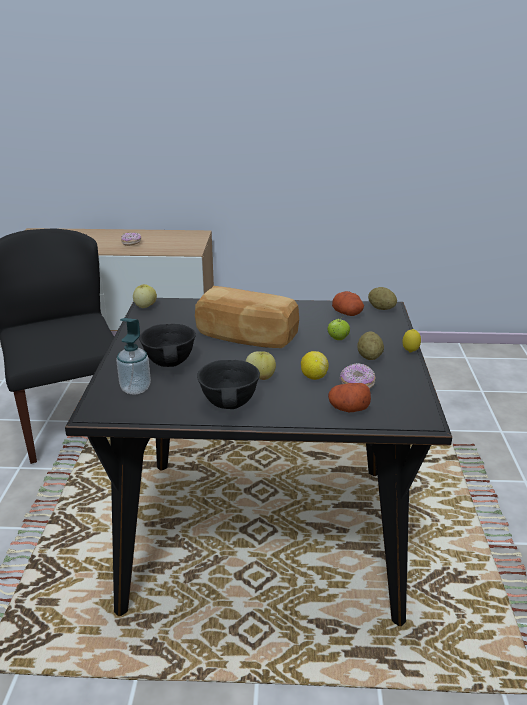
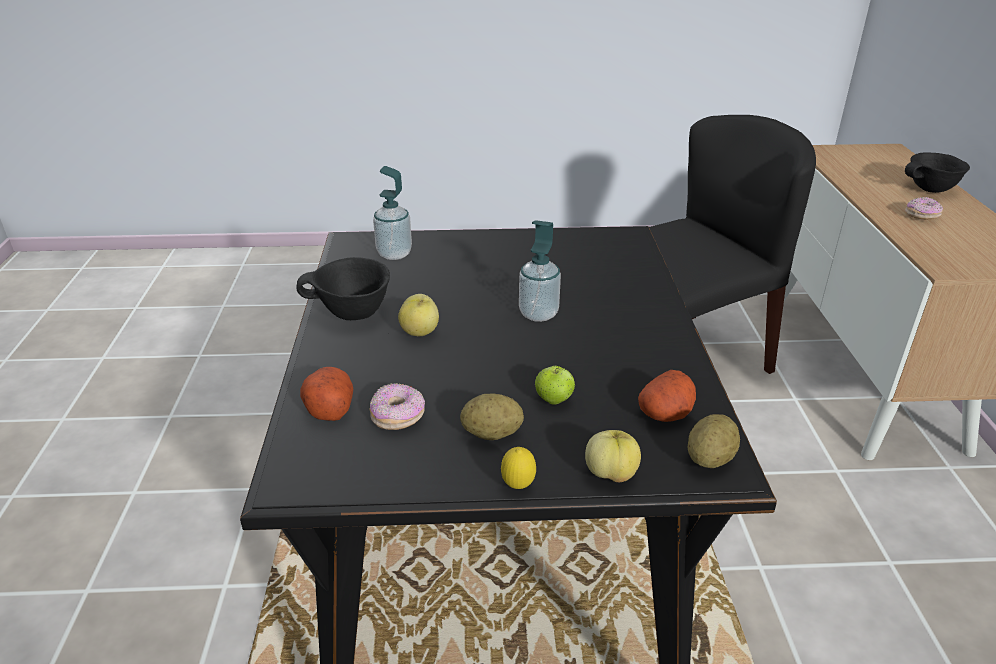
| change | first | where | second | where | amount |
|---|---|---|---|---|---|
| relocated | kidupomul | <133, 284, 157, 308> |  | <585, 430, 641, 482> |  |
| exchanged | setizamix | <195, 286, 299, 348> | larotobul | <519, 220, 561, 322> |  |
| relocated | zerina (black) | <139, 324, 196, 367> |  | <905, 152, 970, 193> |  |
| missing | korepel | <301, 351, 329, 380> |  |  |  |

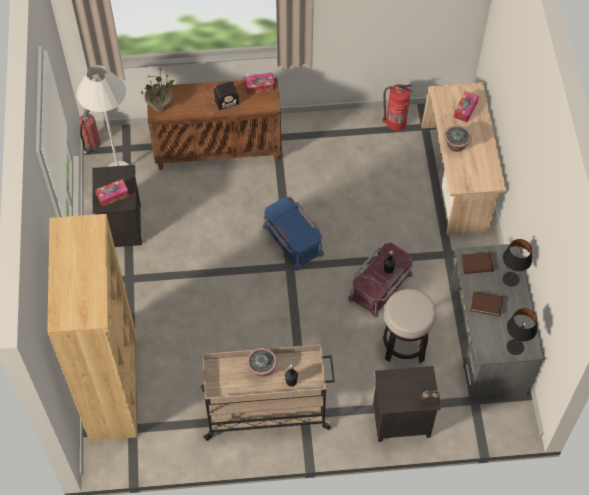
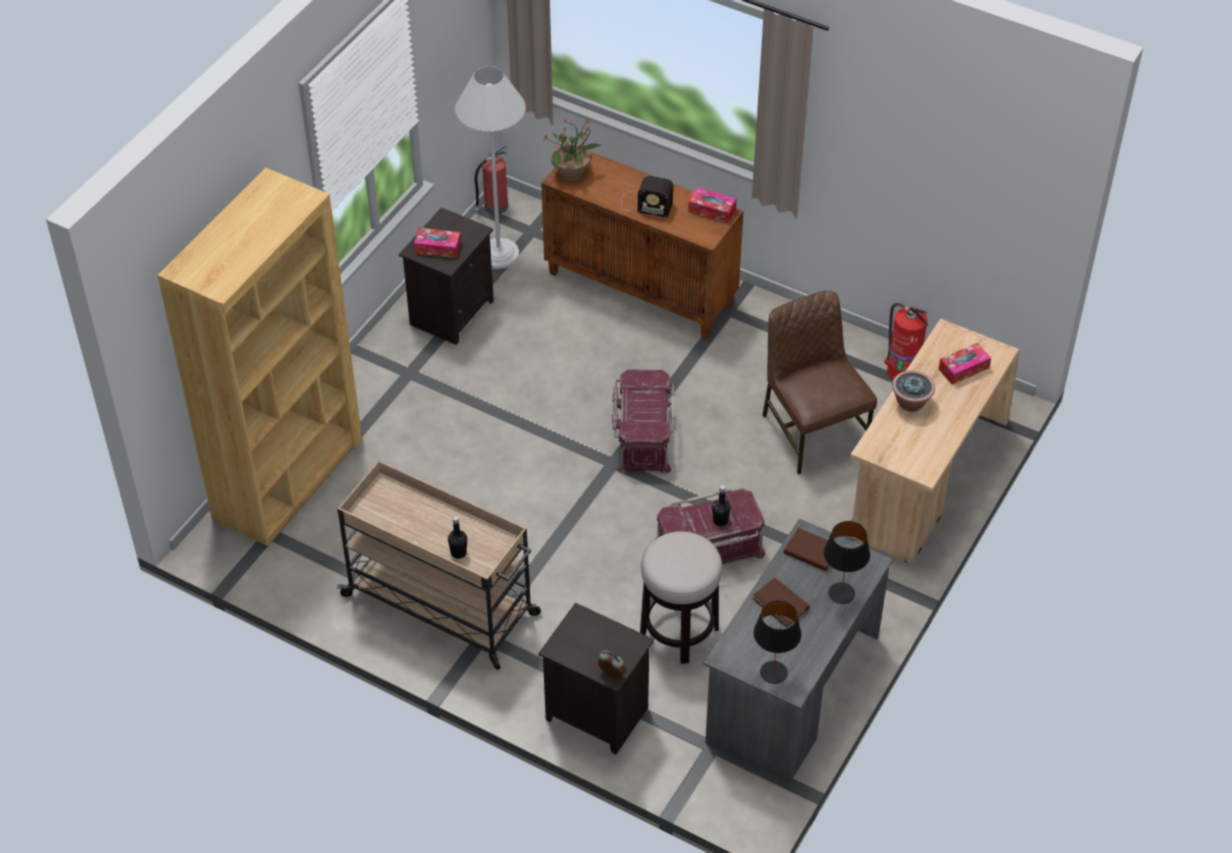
| change | first | where | second | where | amount |
|---|---|---|---|---|---|
| colour | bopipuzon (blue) | <262, 197, 324, 270> | bopipuzon (red) | <612, 370, 675, 475> |  |
| missing | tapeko | <247, 348, 277, 377> |  |  |  |
| appeared |  |  | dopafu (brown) | <763, 290, 877, 475> |  |

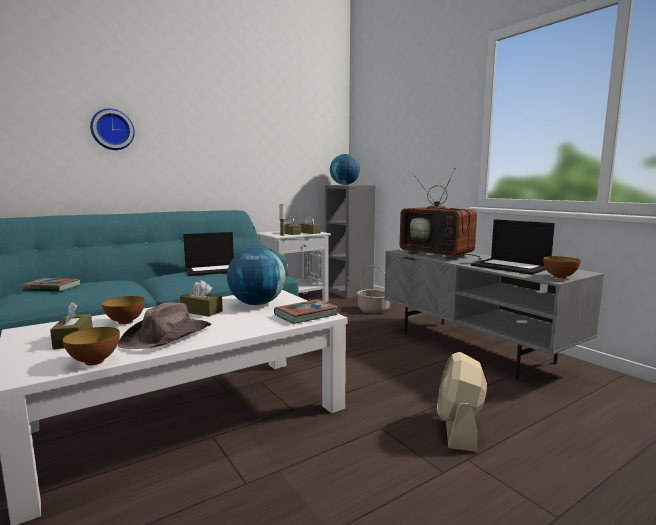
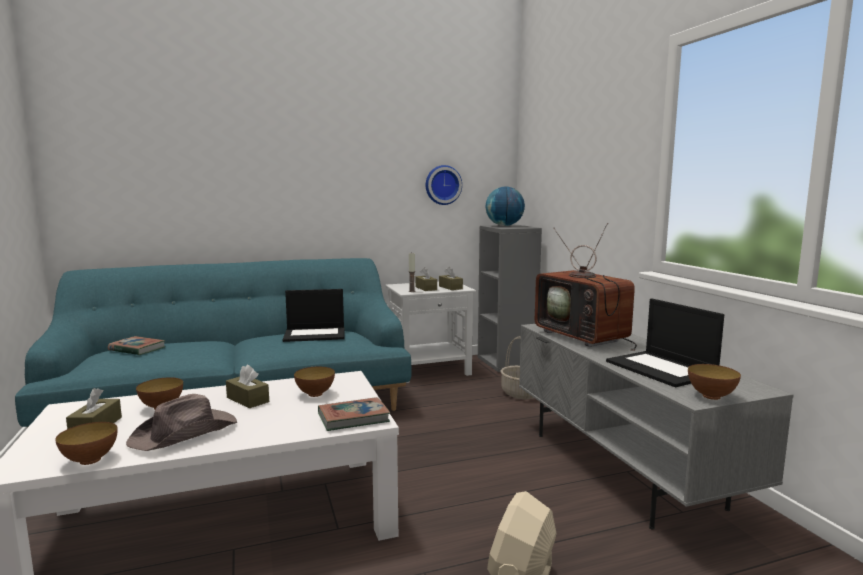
| change | first | where | second | where | amount |
|---|---|---|---|---|---|
| relocated | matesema | <90, 109, 135, 150> |  | <426, 165, 462, 205> |  |
| exchanged | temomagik | <227, 247, 286, 305> | zerina | <294, 366, 335, 397> |  |

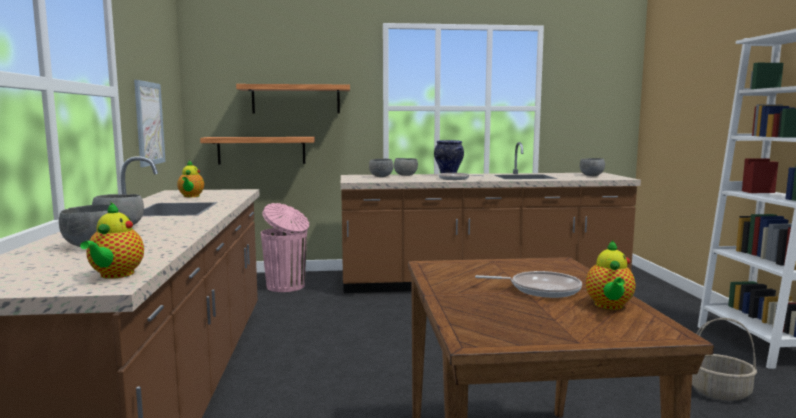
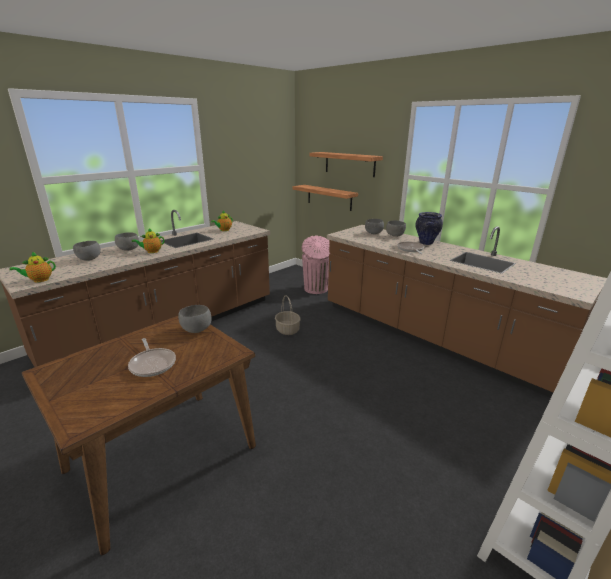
| change | first | where | second | where | amount |
|---|---|---|---|---|---|
| missing | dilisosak | <134, 80, 166, 167> |  |  |  |
| relocated | zerina (grey) | <580, 158, 605, 176> |  | <178, 305, 211, 333> |  |
| relocated | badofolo | <586, 240, 635, 310> |  | <132, 228, 165, 253> |  |
| relocated | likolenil | <692, 318, 757, 401> |  | <275, 295, 301, 335> |  |

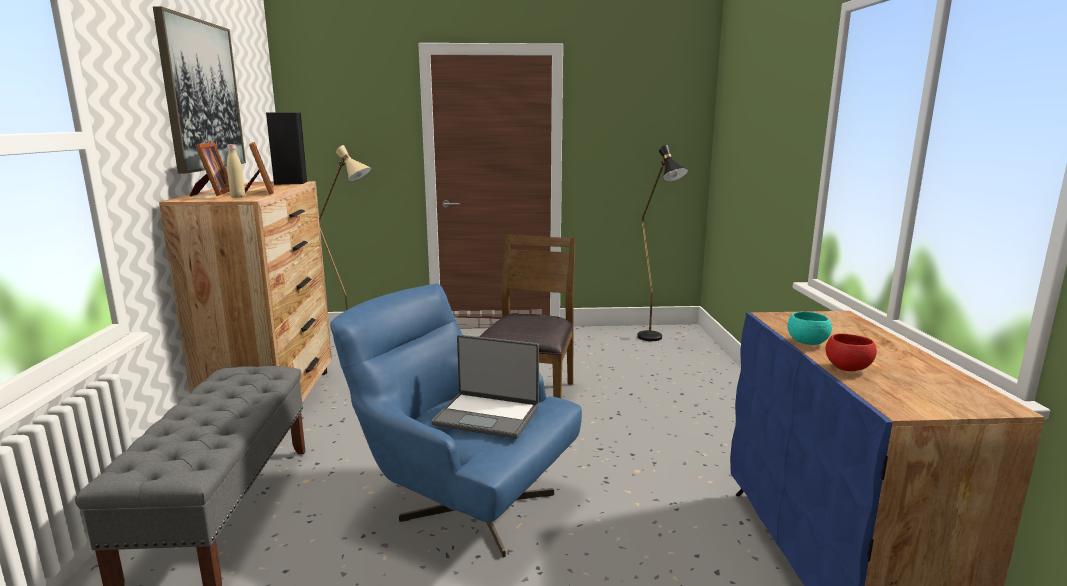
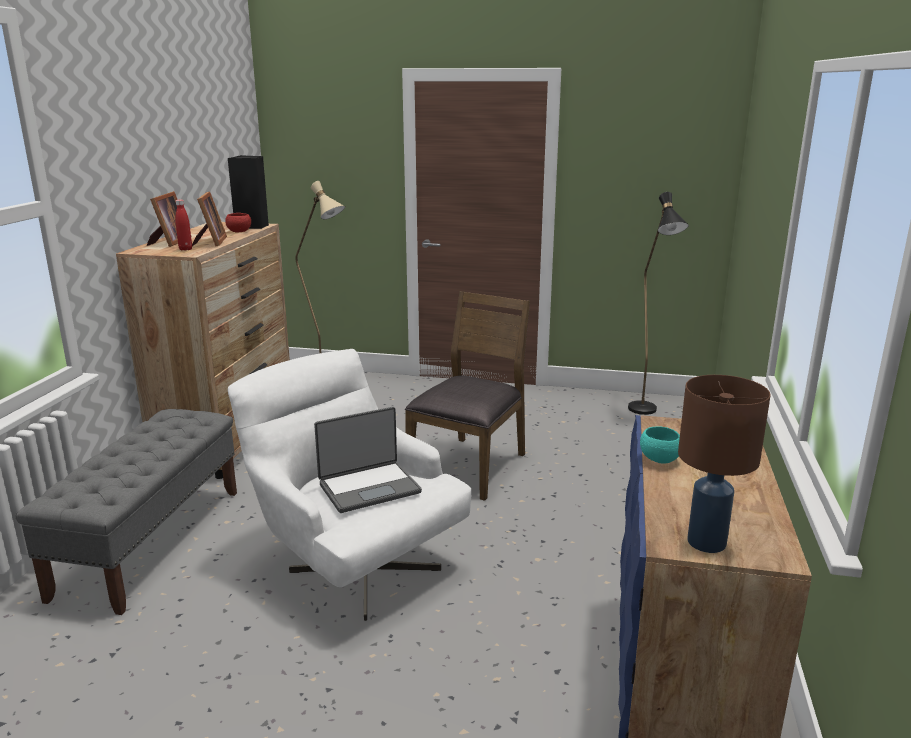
| change | first | where | second | where | amount |
|---|---|---|---|---|---|
| missing | dilisosak | <153, 6, 246, 174> |  |  |  |
| colour | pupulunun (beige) | <227, 144, 245, 198> | pupulunun (red) | <175, 200, 192, 251> |  |
| colour | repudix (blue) | <330, 284, 582, 557> | repudix (white) | <228, 349, 471, 621> |  |
| relocated | zerina (red) | <826, 333, 877, 371> |  | <225, 213, 251, 232> |  |
| spun | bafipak | <431, 335, 539, 439> |  | <314, 407, 422, 513> | 60 degrees counterclockwise |
| appeared |  |  | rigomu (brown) | <678, 375, 771, 553> |  |

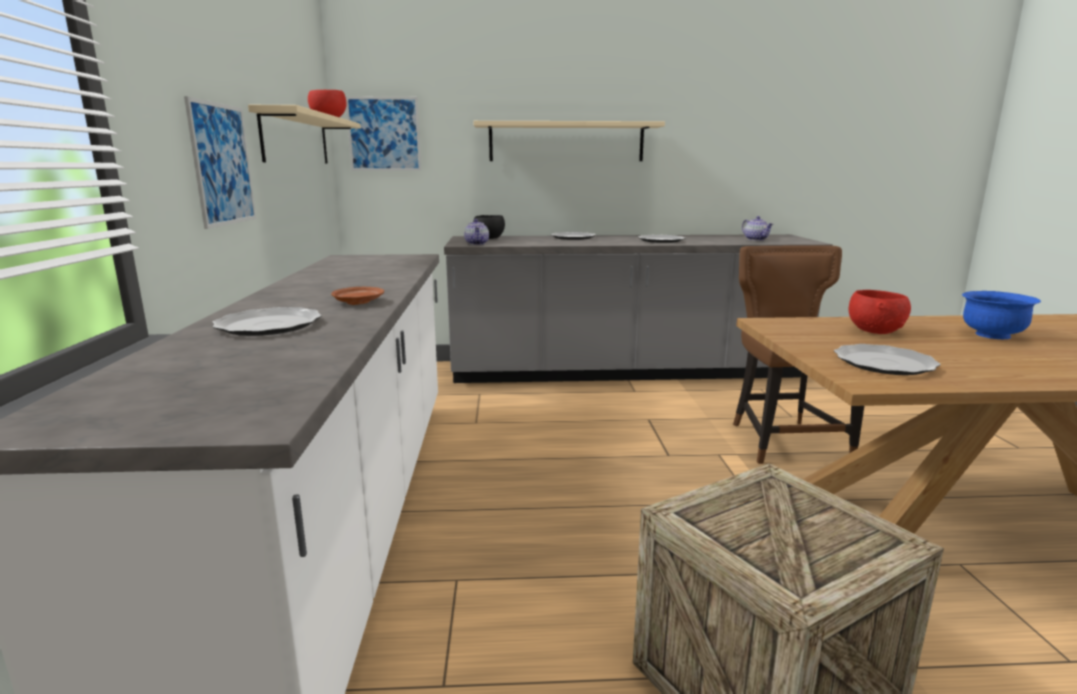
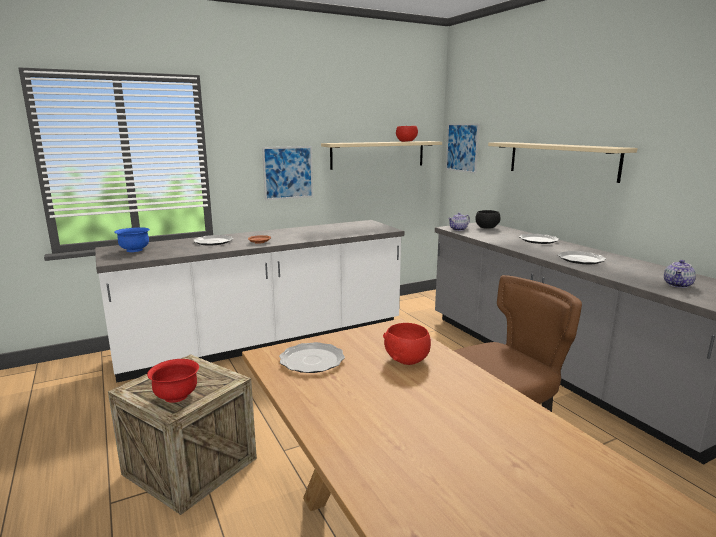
| change | first | where | second | where | amount |
|---|---|---|---|---|---|
| relocated | zerina (blue) | <962, 291, 1041, 339> |  | <114, 227, 150, 252> |  |
| appeared |  |  | zerina (red) | <147, 359, 199, 403> |  |

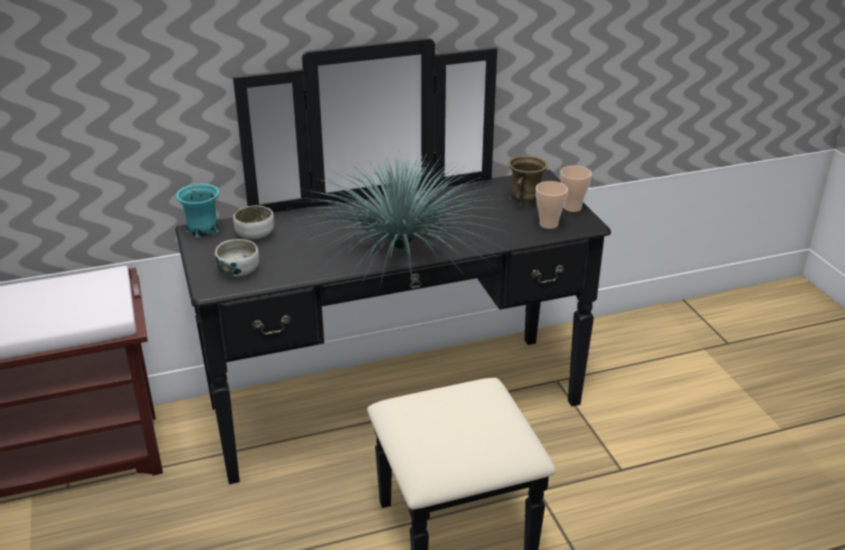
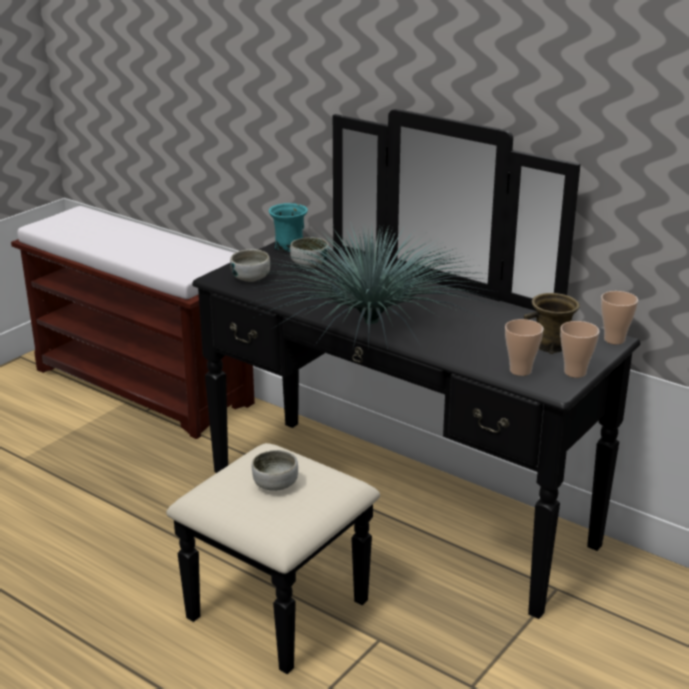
| change | first | where | second | where | amount |
|---|---|---|---|---|---|
| appeared |  |  | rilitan | <601, 291, 638, 344> |  |
| appeared |  |  | zerina | <252, 450, 298, 491> |  |

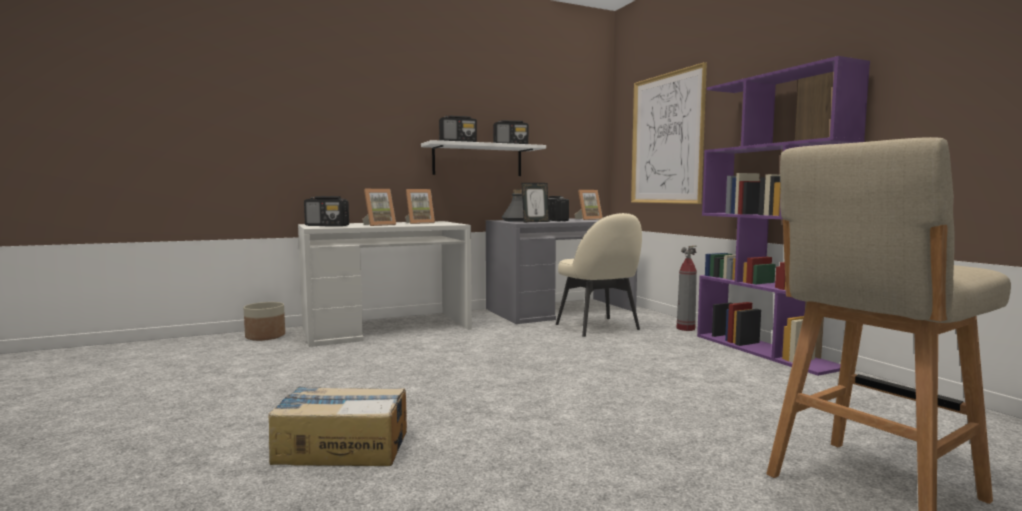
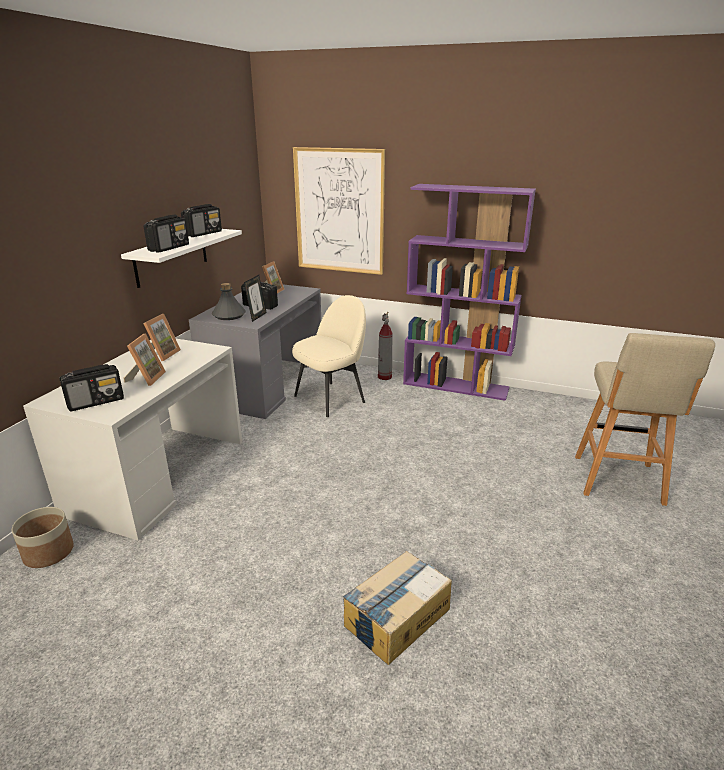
| change | first | where | second | where | amount |
|---|---|---|---|---|---|
| spun | dopafu (beige) | <556, 213, 642, 337> |  | <292, 295, 366, 417> | 60 degrees counterclockwise |

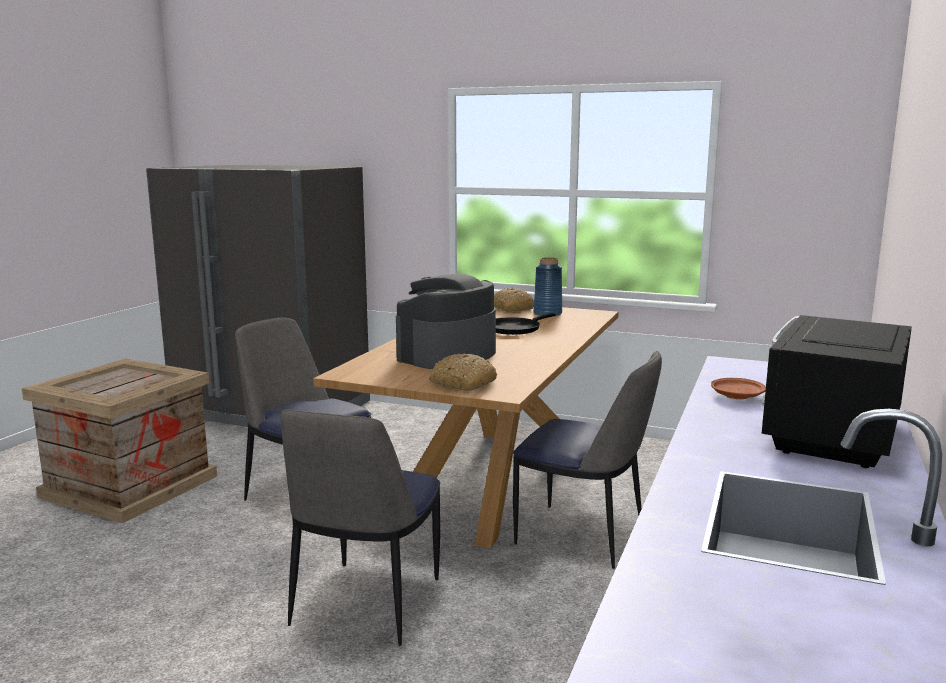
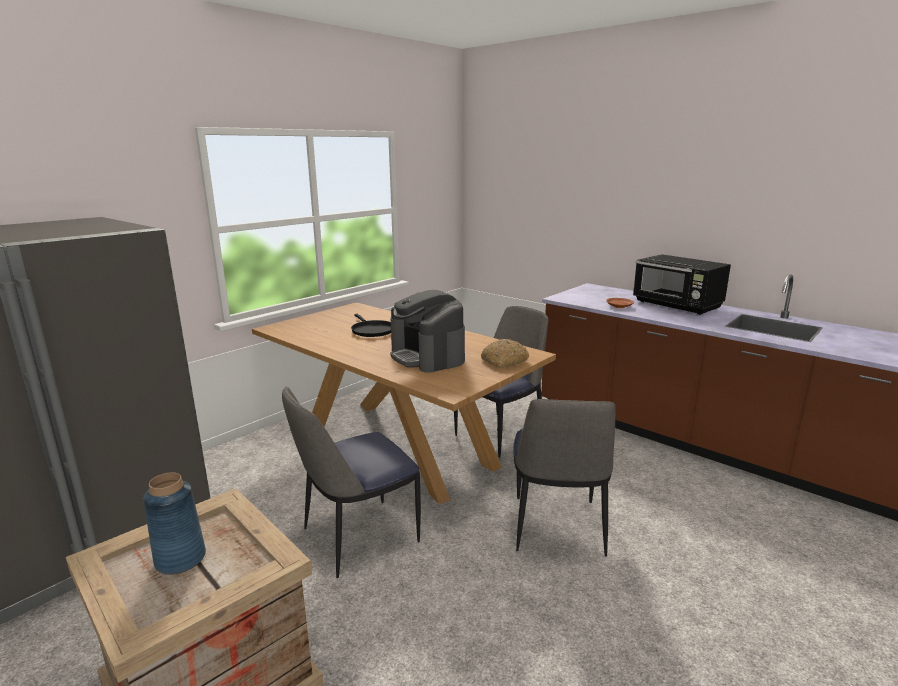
| change | first | where | second | where | amount |
|---|---|---|---|---|---|
| relocated | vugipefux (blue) | <533, 257, 562, 316> |  | <143, 472, 206, 575> |  |
| missing | setizamix | <494, 288, 534, 312> |  |  |  |
| spun | dopafu | <280, 410, 440, 646> |  | <513, 399, 616, 557> | 60 degrees clockwise |

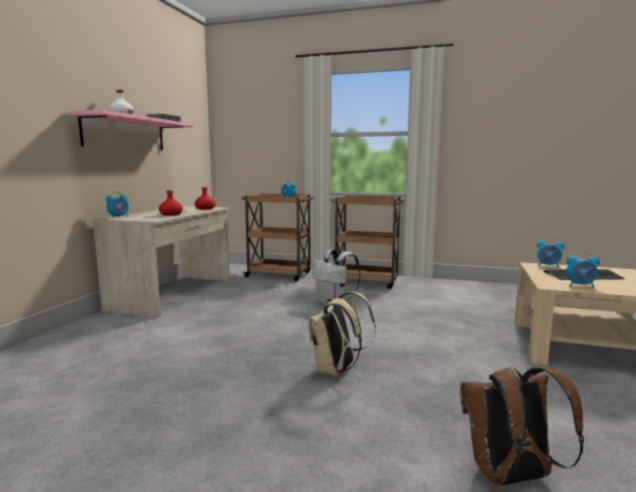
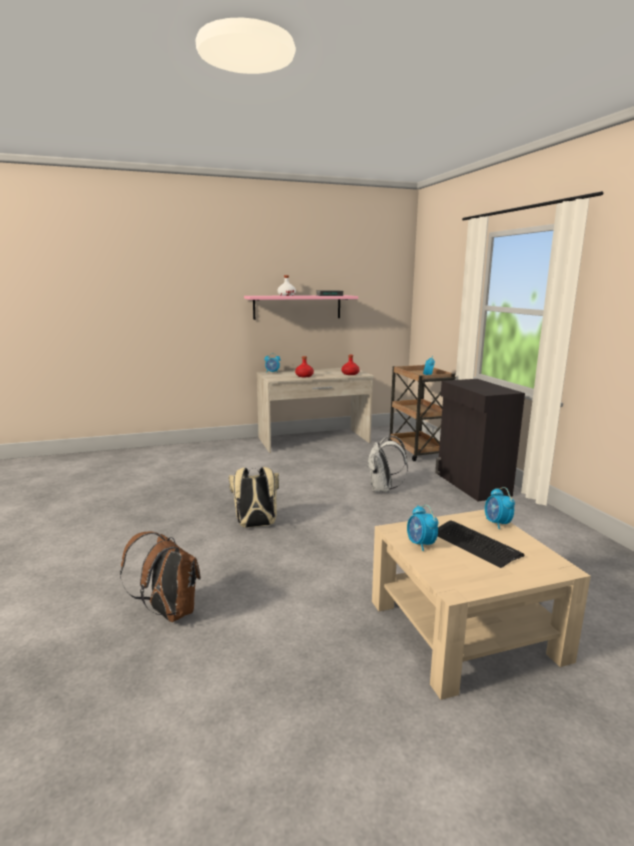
| change | first | where | second | where | amount |
|---|---|---|---|---|---|
| exchanged | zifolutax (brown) | <330, 195, 406, 289> | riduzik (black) | <435, 379, 525, 501> |  |

